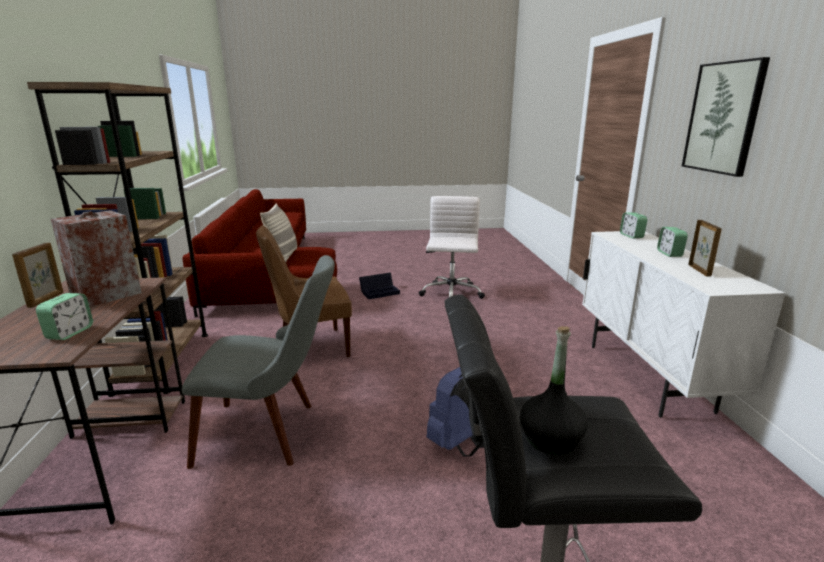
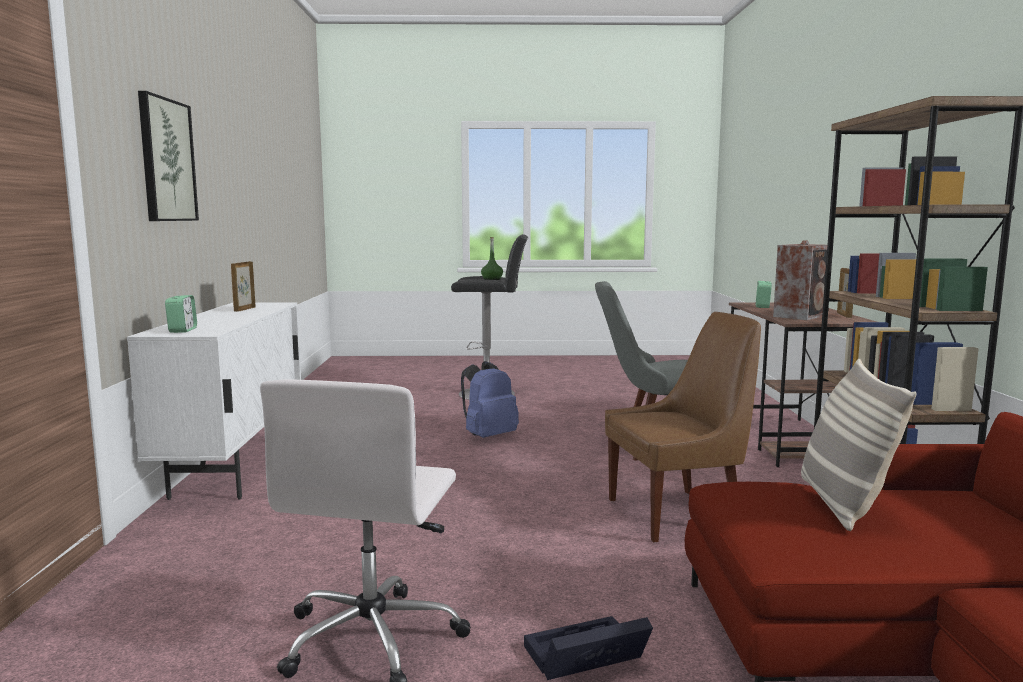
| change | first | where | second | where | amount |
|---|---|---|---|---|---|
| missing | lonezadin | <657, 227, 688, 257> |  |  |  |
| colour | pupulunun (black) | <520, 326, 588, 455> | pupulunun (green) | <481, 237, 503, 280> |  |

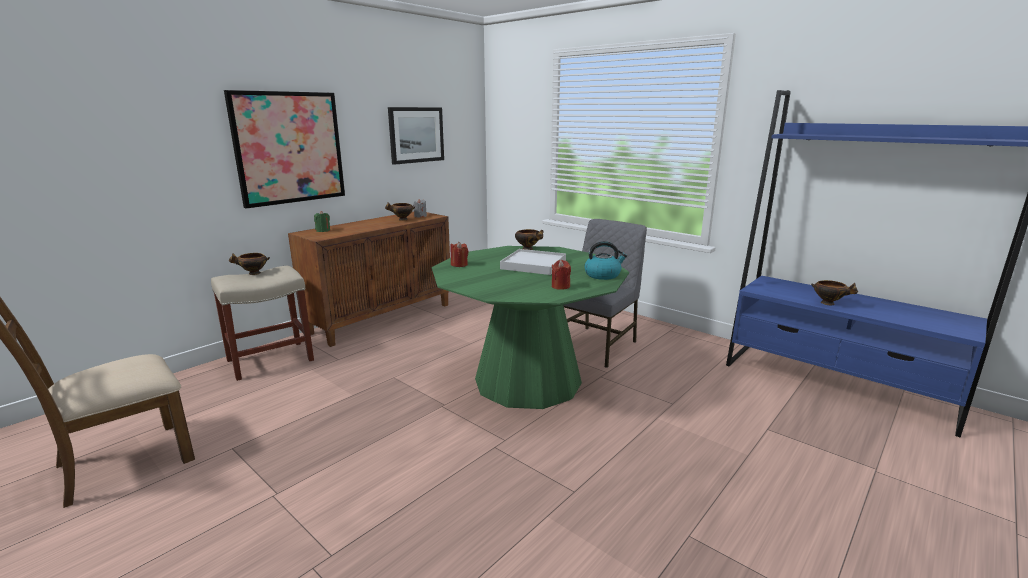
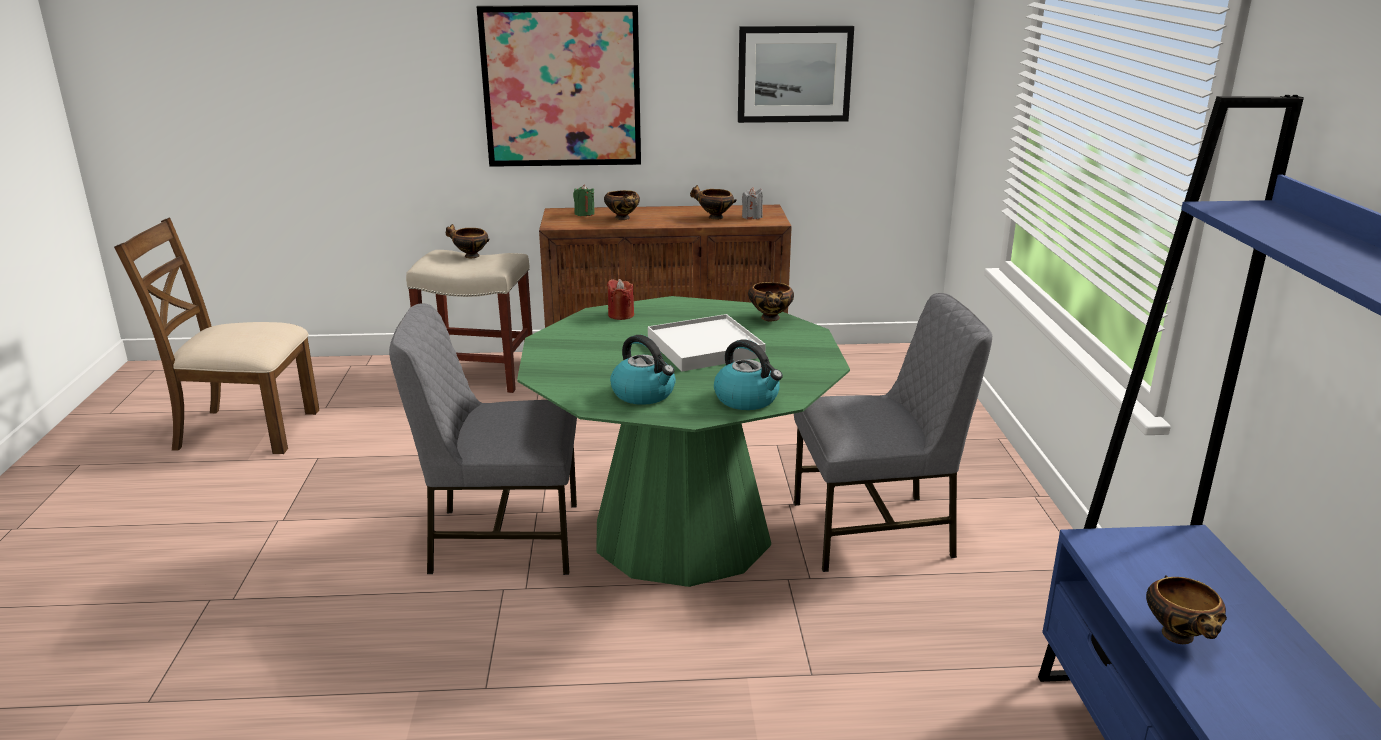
| change | first | where | second | where | amount |
|---|---|---|---|---|---|
| exchanged | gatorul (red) | <552, 260, 571, 290> | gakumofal | <610, 335, 676, 405> |  |
| appeared |  |  | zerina | <604, 190, 640, 220> |  |
| appeared |  |  | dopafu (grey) | <389, 303, 577, 575> |  |

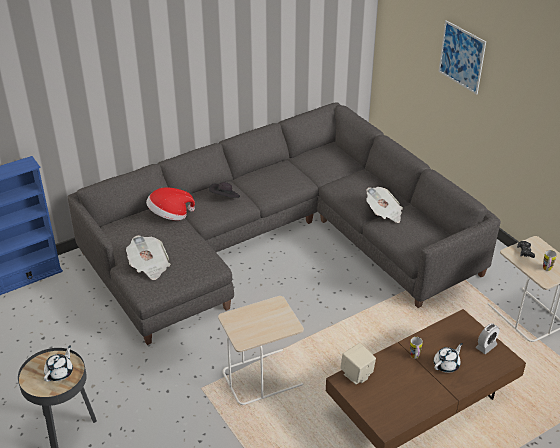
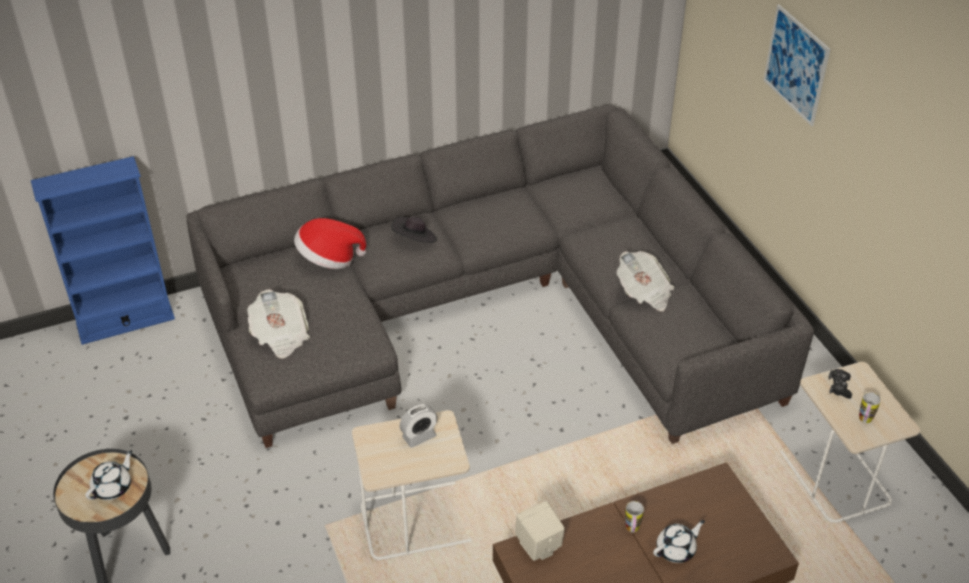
| change | first | where | second | where | amount |
|---|---|---|---|---|---|
| relocated | lonezadin | <476, 323, 500, 354> |  | <400, 404, 437, 448> |  |

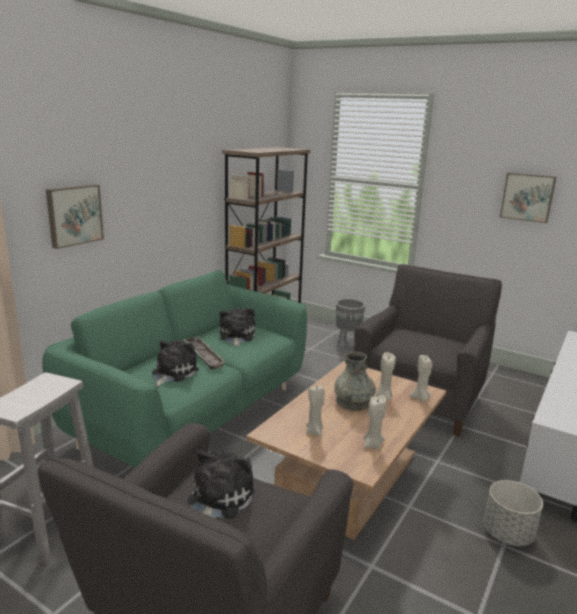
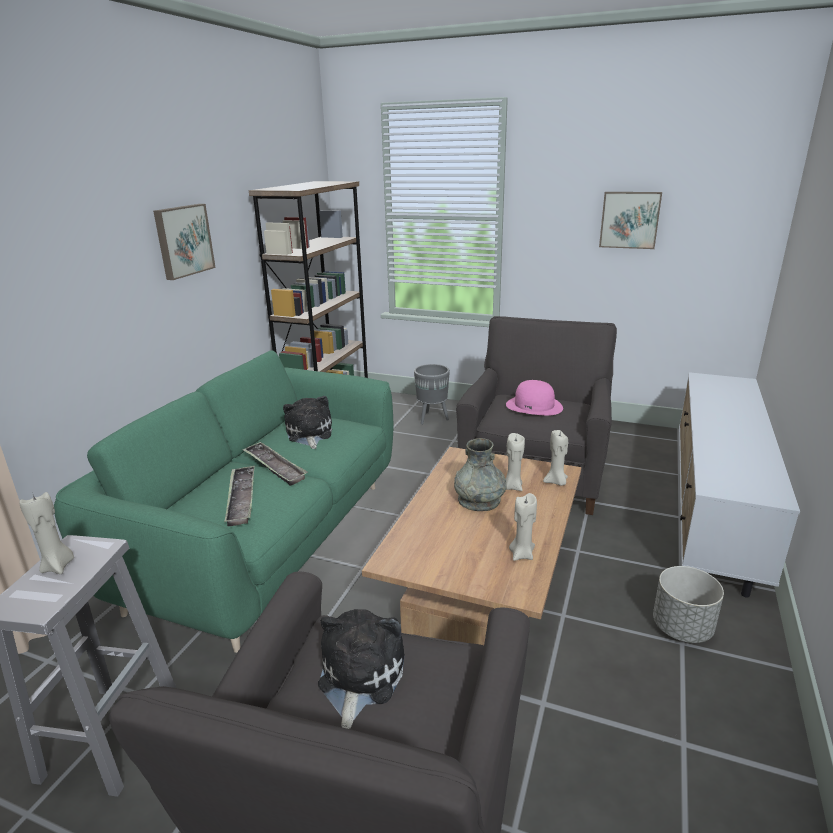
| change | first | where | second | where | amount |
|---|---|---|---|---|---|
| relocated | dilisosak | <46, 184, 104, 249> |  | <153, 204, 216, 280> |  |
| exchanged | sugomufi | <152, 340, 199, 387> | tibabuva | <224, 466, 255, 526> |  |
| relocated | gatorul (beige) | <306, 385, 325, 437> |  | <19, 492, 74, 574> |  |
| appeared |  |  | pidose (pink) | <506, 380, 563, 416> |  |

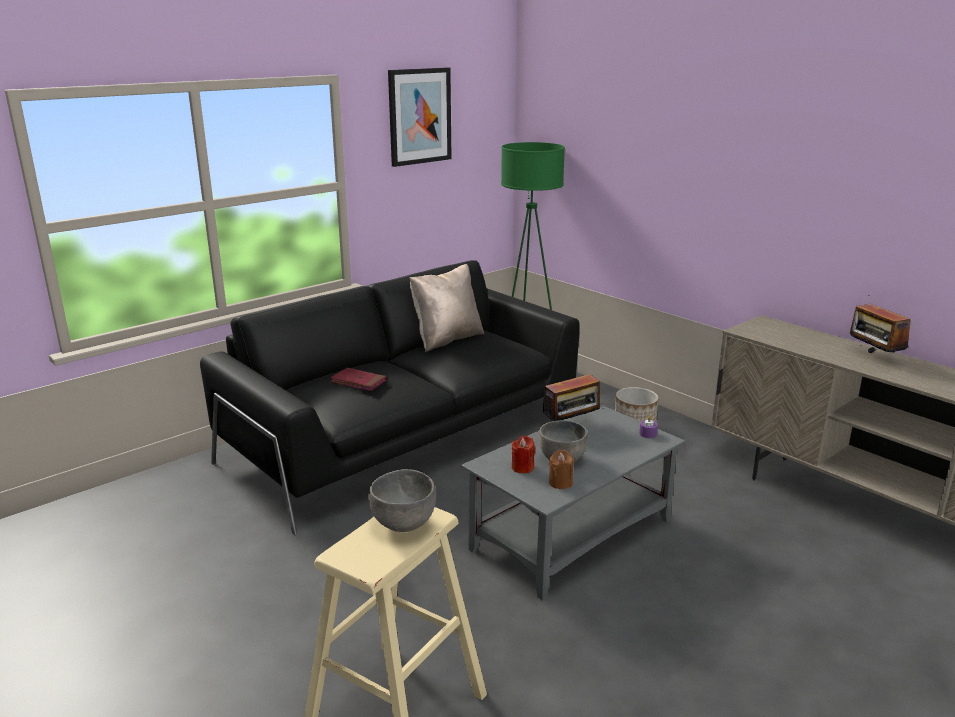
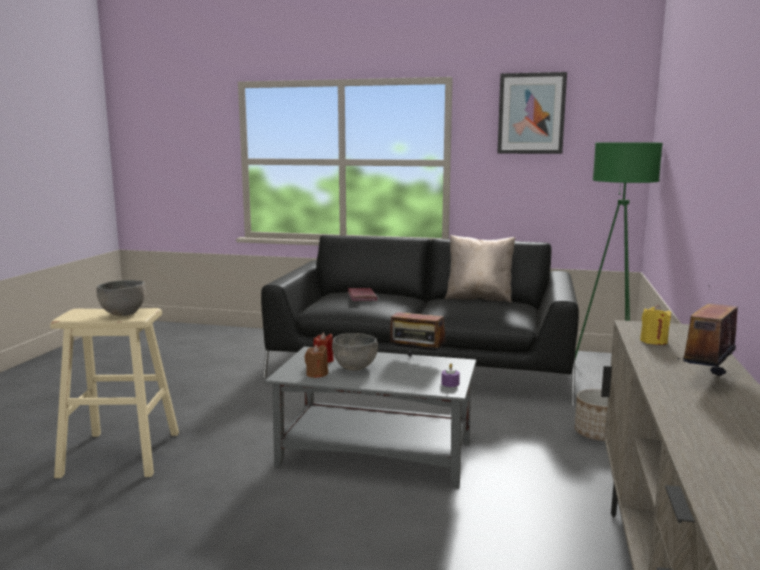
| change | first | where | second | where | amount |
|---|---|---|---|---|---|
| appeared |  |  | gatorul (yellow) | <640, 305, 671, 345> |  |

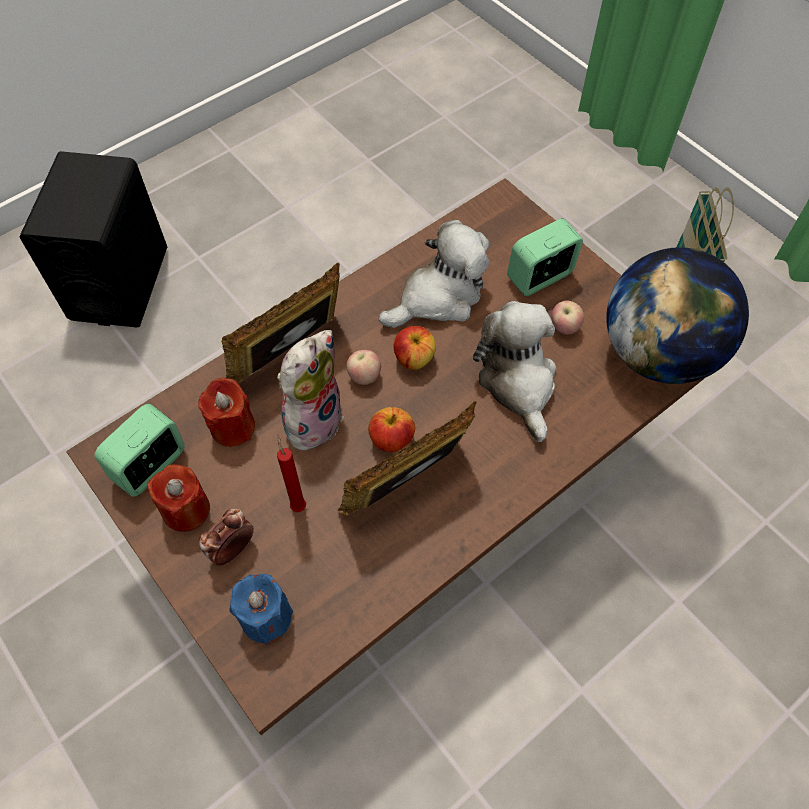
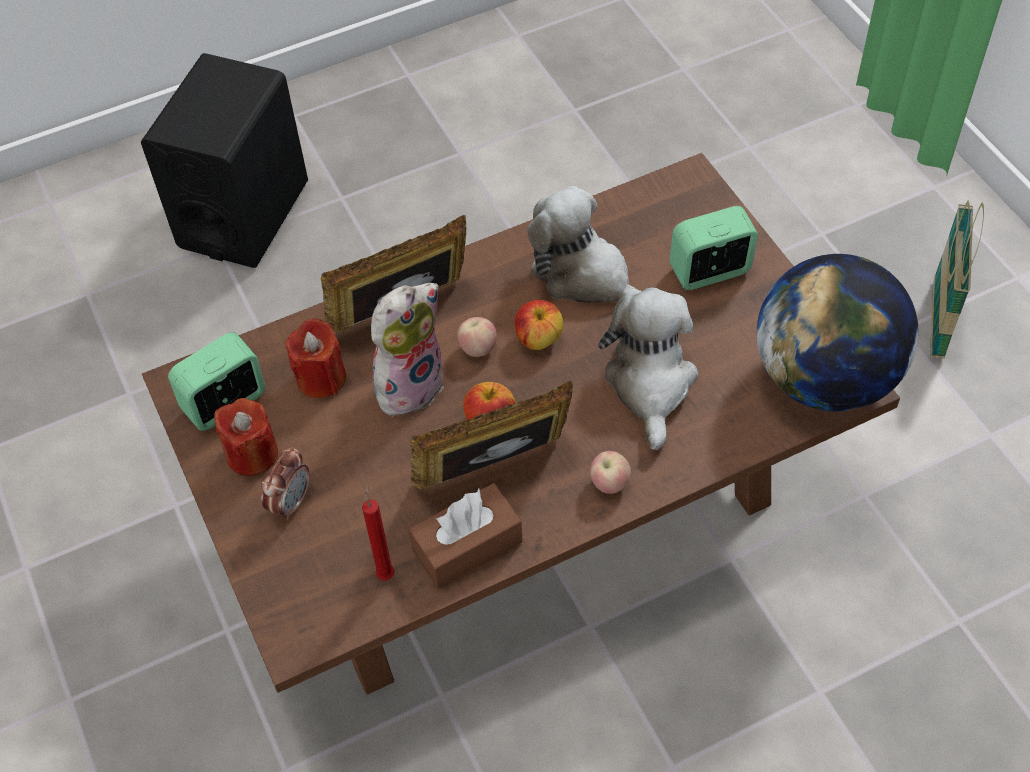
| change | first | where | second | where | amount |
|---|---|---|---|---|---|
| spun | sugomufi | <378, 220, 489, 328> |  | <527, 186, 641, 303> | 120 degrees counterclockwise |
| relocated | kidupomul | <551, 300, 584, 335> |  | <590, 451, 631, 494> |  |
| relocated | gatorul (red) | <277, 435, 306, 512> |  | <362, 483, 395, 581> |  |
| spun | lonezadin | <199, 508, 254, 566> |  | <261, 447, 309, 520> | 150 degrees clockwise |
| missing | gatorul (blue) | <229, 574, 293, 645> |  |  |  |
| appeared |  |  | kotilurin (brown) | <409, 483, 523, 589> |  |

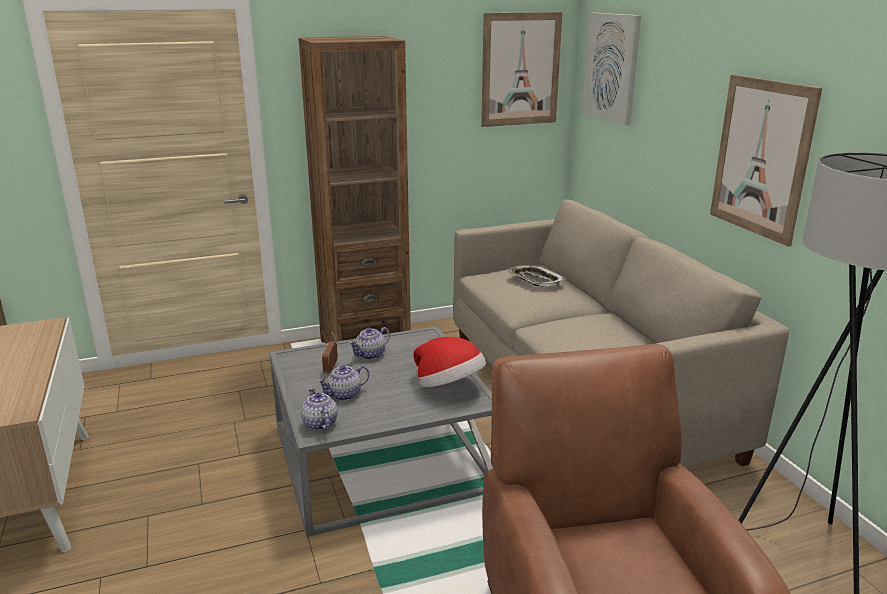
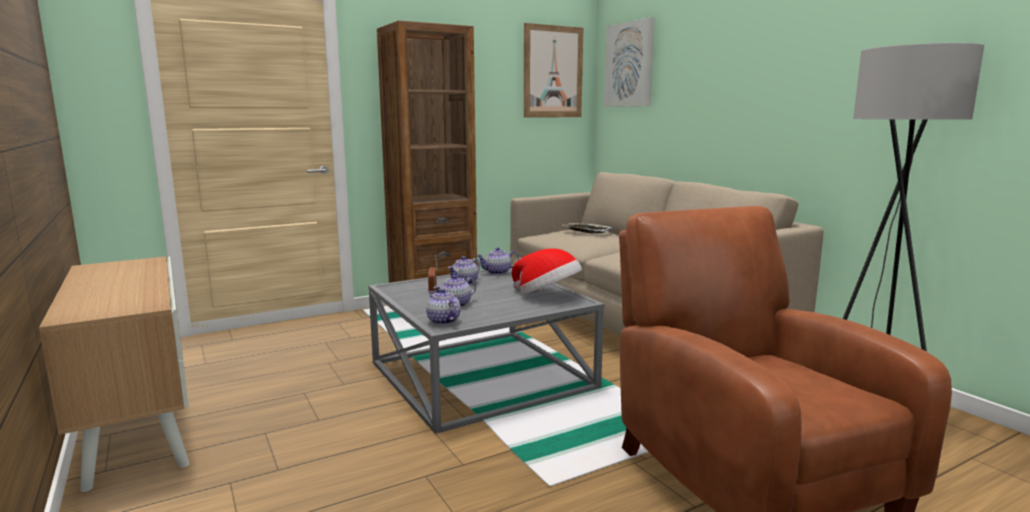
| change | first | where | second | where | amount |
|---|---|---|---|---|---|
| missing | dilisosak | <710, 75, 822, 247> |  |  |  |
| appeared |  |  | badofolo | <476, 247, 519, 275> |  |

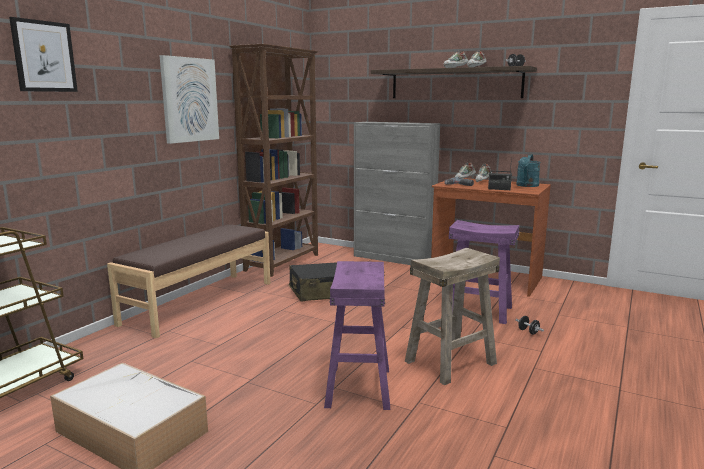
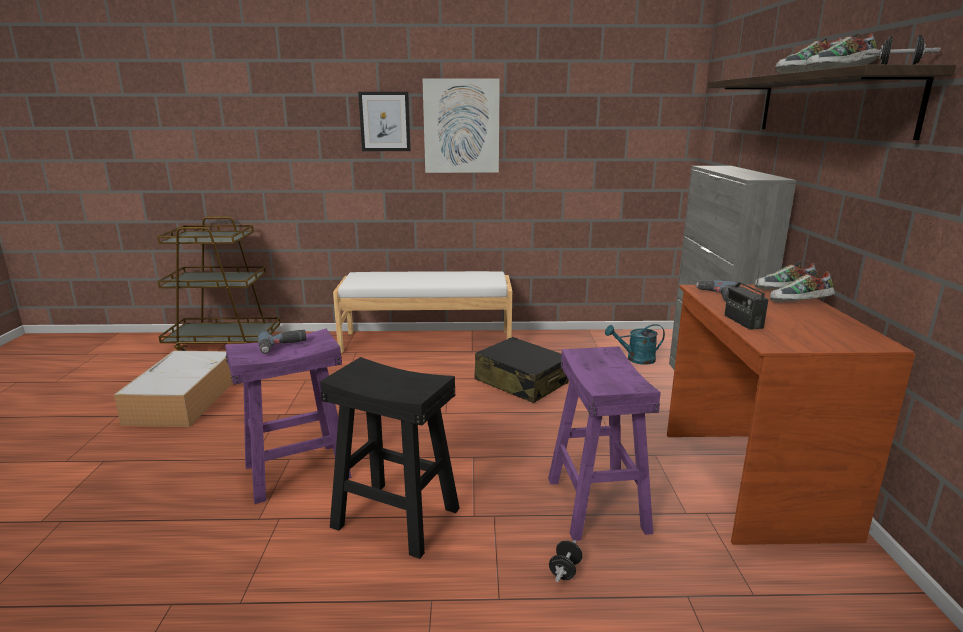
| change | first | where | second | where | amount |
|---|---|---|---|---|---|
| relocated | dilisosak | <9, 17, 78, 92> |  | <358, 92, 411, 151> |  |
| missing | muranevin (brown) | <229, 44, 319, 277> |  |  |  |
| relocated | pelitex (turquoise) | <516, 154, 540, 187> |  | <605, 324, 665, 365> |  |
| colour | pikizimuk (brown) | <107, 224, 270, 338> | pikizimuk (white) | <333, 271, 512, 353> |  |
| colour | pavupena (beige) | <405, 248, 500, 385> | pavupena (black) | <320, 357, 460, 559> |  |
| appeared |  |  | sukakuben | <258, 330, 306, 354> |  |

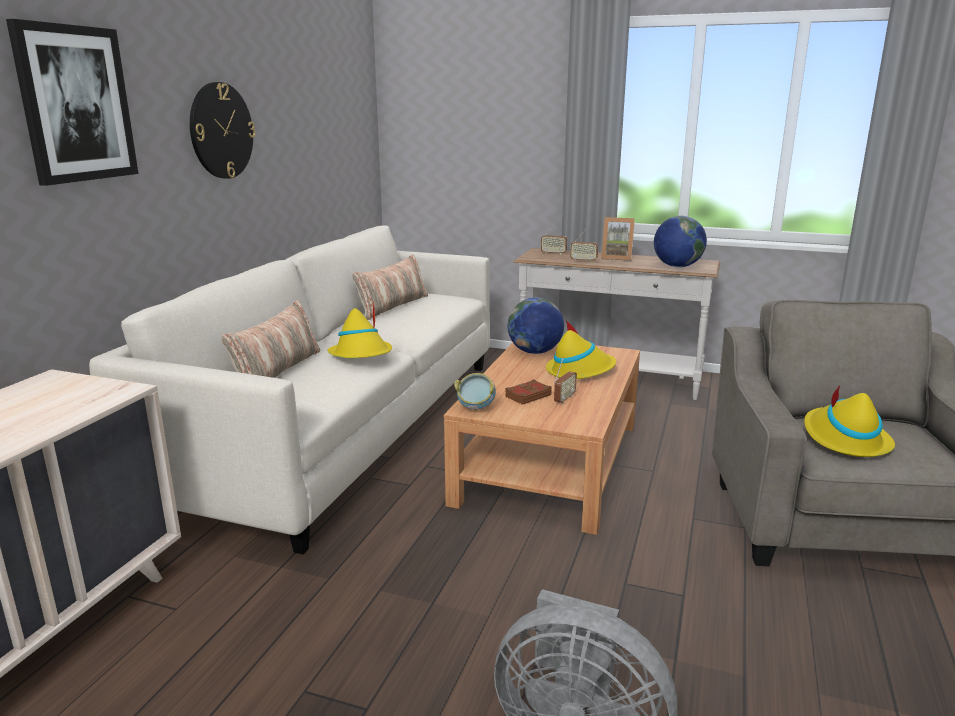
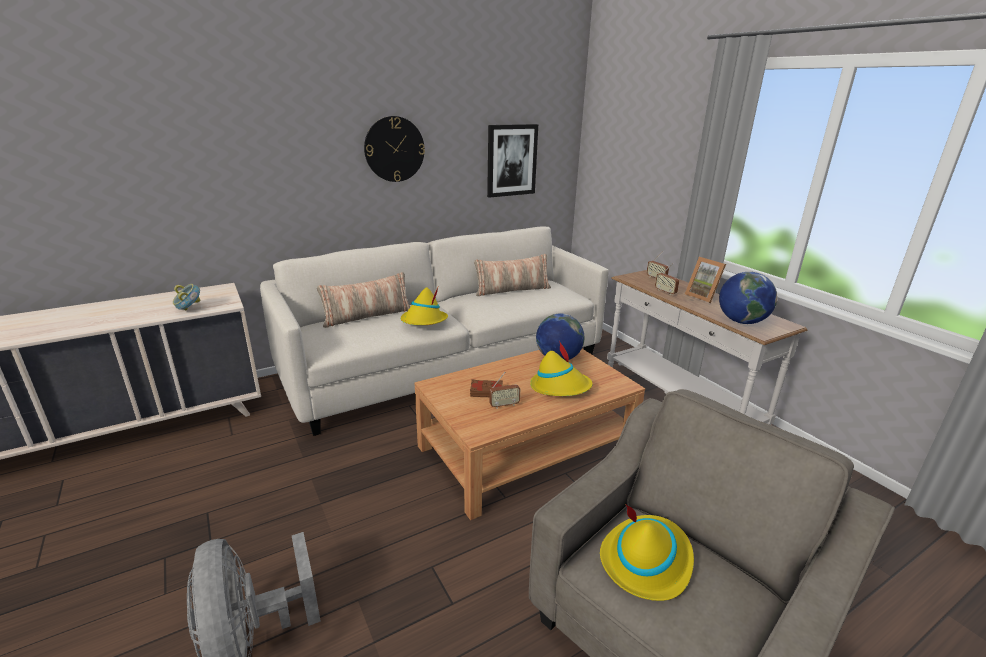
| change | first | where | second | where | amount |
|---|---|---|---|---|---|
| relocated | dilisosak | <6, 19, 139, 186> |  | <487, 124, 538, 198> |  |
| relocated | zerina | <454, 373, 496, 410> |  | <173, 284, 200, 310> |  |

